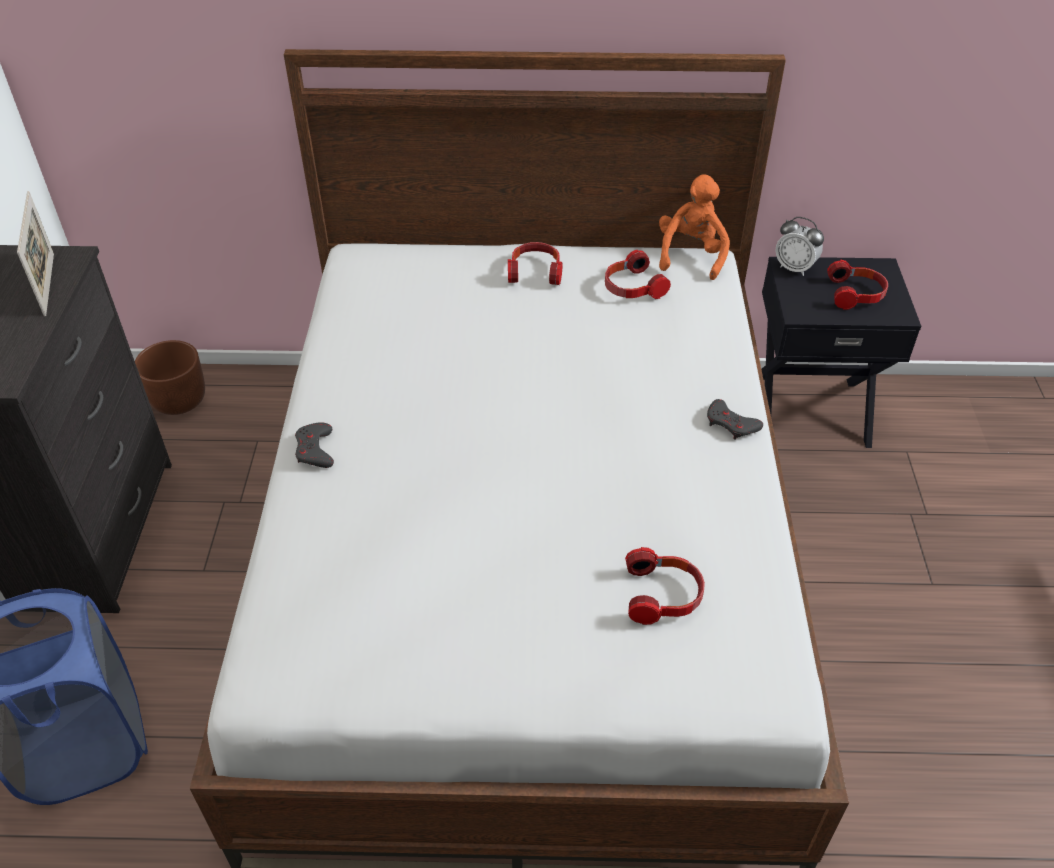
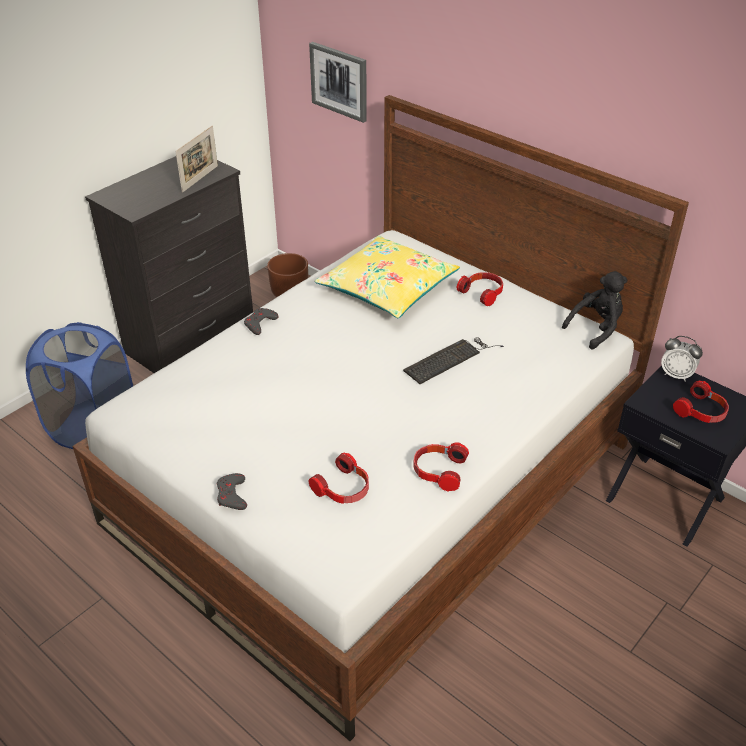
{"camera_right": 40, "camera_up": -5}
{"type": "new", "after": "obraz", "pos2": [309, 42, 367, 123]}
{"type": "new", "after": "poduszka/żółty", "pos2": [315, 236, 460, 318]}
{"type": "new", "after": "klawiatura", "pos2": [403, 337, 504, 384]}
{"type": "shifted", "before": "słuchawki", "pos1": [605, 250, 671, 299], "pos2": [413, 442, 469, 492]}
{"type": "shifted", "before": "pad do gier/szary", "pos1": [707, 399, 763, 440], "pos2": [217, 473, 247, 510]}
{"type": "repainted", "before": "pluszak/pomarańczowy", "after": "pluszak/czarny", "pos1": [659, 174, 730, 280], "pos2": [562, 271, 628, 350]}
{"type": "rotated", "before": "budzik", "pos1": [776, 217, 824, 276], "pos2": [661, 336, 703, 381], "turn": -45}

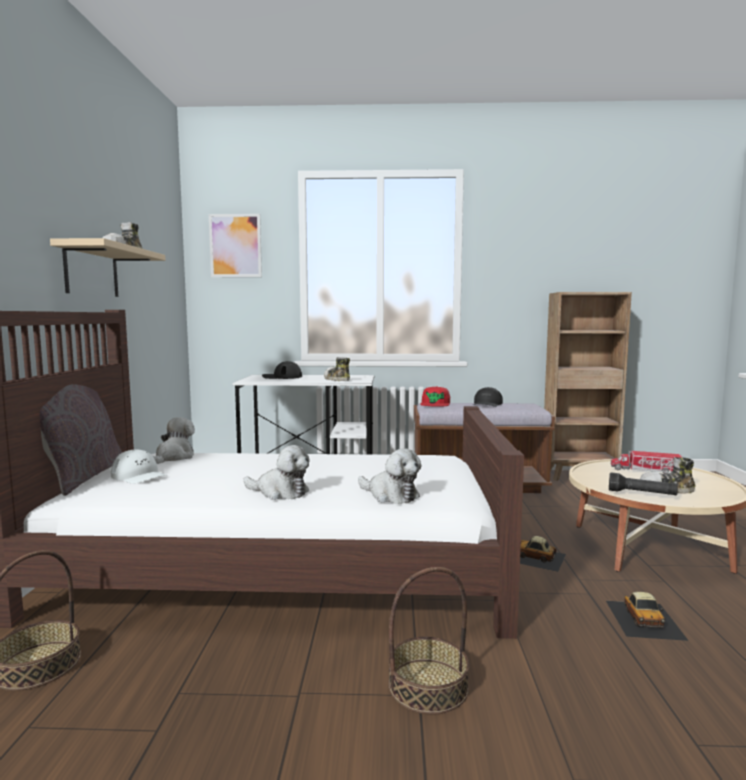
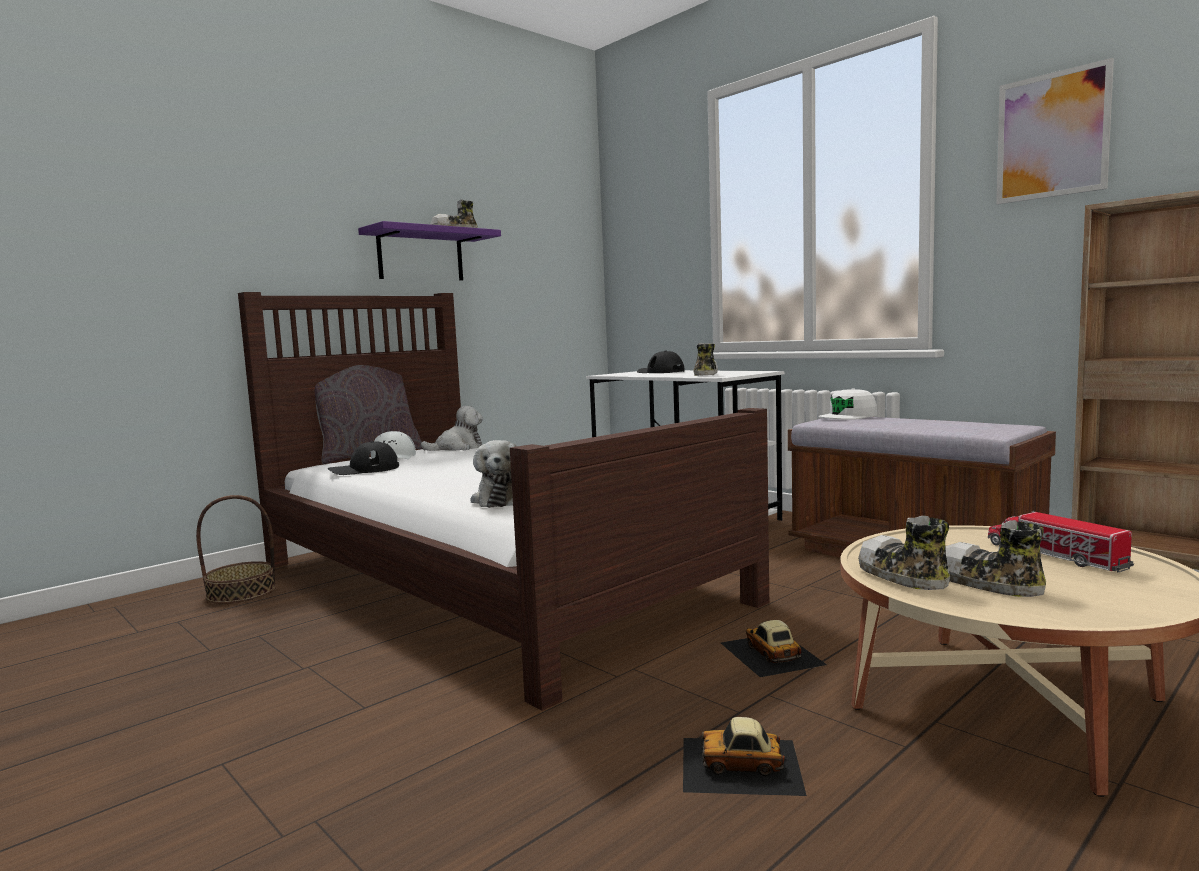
{"camera_right": 45, "camera_up": 0}
{"type": "gone", "before": "pluszak", "pos1": [243, 445, 310, 500]}
{"type": "gone", "before": "koszyk", "pos1": [388, 567, 469, 715]}
{"type": "shifted", "before": "obraz", "pos1": [209, 214, 262, 277], "pos2": [996, 58, 1114, 205]}
{"type": "shifted", "before": "czapka z daszkiem/czarny", "pos1": [473, 387, 503, 407], "pos2": [328, 441, 399, 475]}
{"type": "swapped", "before": "latarka/czarny", "after": "but", "pos1": [609, 472, 678, 495], "pos2": [858, 516, 950, 590]}
{"type": "repainted", "before": "półka/beżowy", "after": "półka/fioletowy", "pos1": [50, 238, 165, 297], "pos2": [358, 221, 501, 281]}
{"type": "repainted", "before": "czapka z daszkiem/czerwony", "after": "czapka z daszkiem/biały", "pos1": [420, 386, 450, 407], "pos2": [819, 388, 877, 420]}
{"type": "rotated", "before": "samochodzik", "pos1": [606, 592, 689, 641], "pos2": [683, 717, 807, 796], "turn": 45}

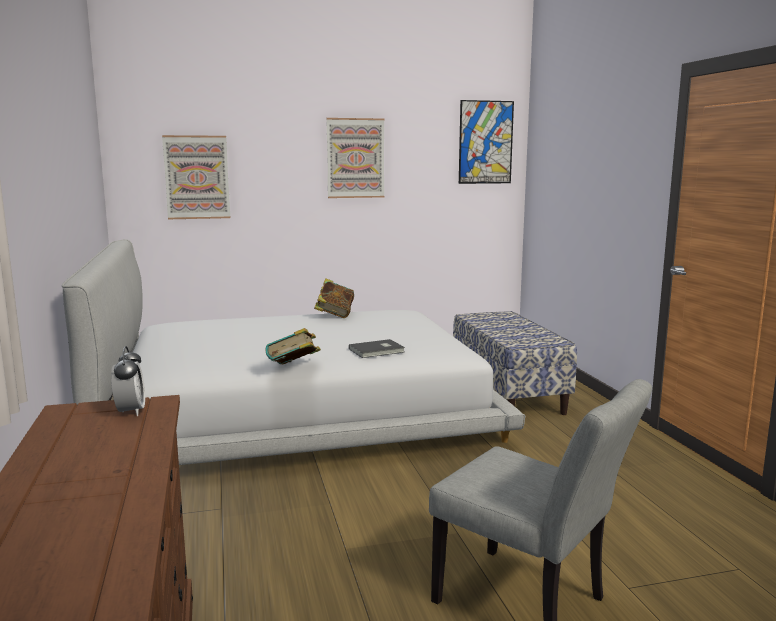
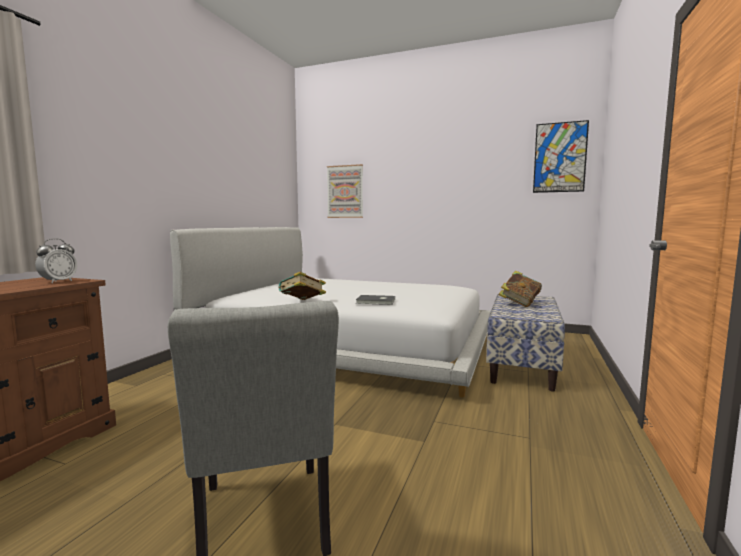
{"camera_right": 35, "camera_up": -5}
{"type": "gone", "before": "obraz", "pos1": [326, 118, 384, 198]}
{"type": "shifted", "before": "książka", "pos1": [314, 278, 354, 318], "pos2": [499, 270, 542, 307]}

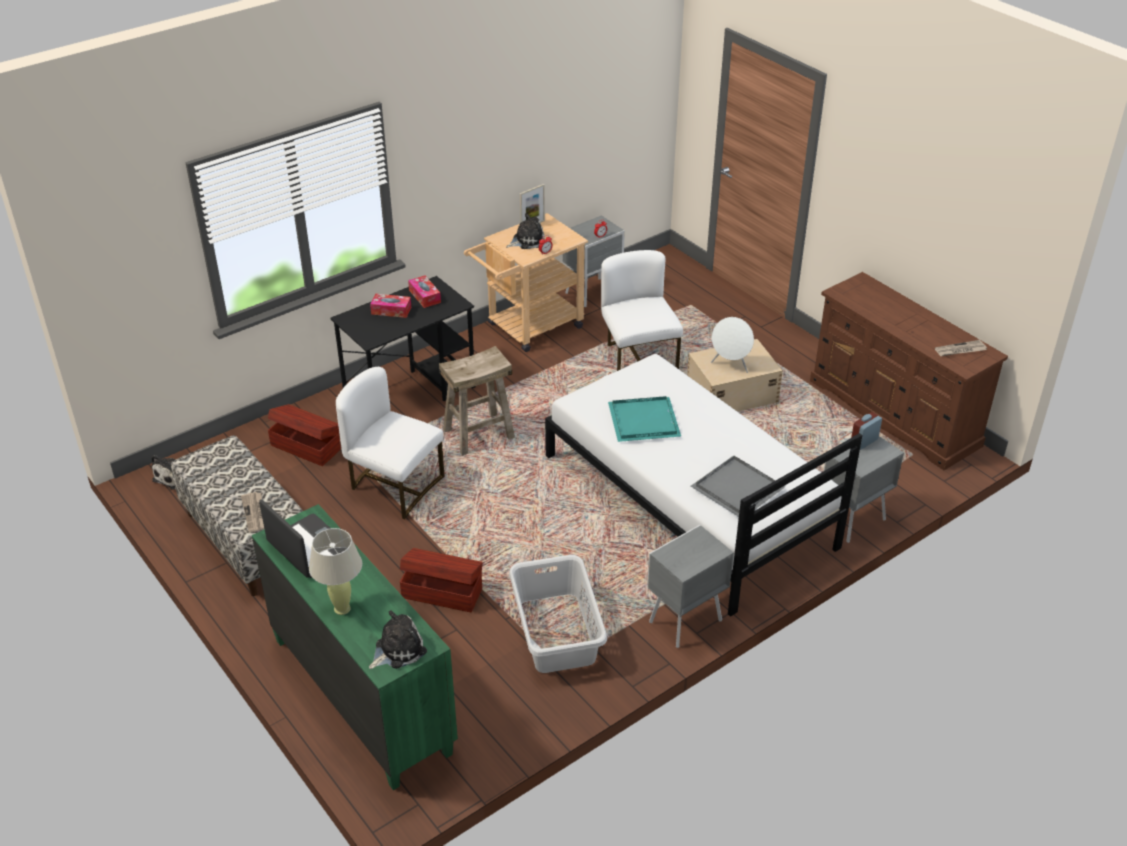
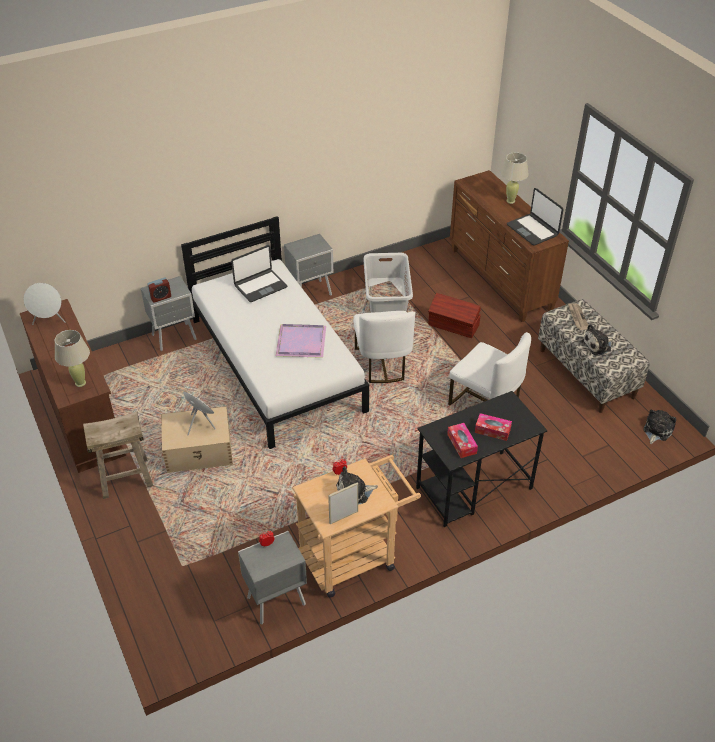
{"camera_right": -170, "camera_up": 5}
{"type": "gone", "before": "pojemnik do przechowywania/brązowy", "pos1": [268, 404, 341, 466]}
{"type": "new", "after": "lampa stołowa/beżowy", "pos2": [55, 330, 90, 387]}
{"type": "shifted", "before": "pluszak", "pos1": [369, 610, 427, 669], "pos2": [581, 324, 613, 356]}
{"type": "shifted", "before": "stołek/beżowy", "pos1": [439, 346, 515, 456], "pos2": [83, 412, 153, 499]}
{"type": "shifted", "before": "krzesło/biały", "pos1": [601, 250, 683, 371], "pos2": [353, 311, 415, 383]}
{"type": "swapped", "before": "taca/szary", "after": "laptop", "pos1": [691, 455, 785, 517], "pos2": [231, 245, 287, 302]}
{"type": "swapped", "before": "gazeta", "after": "głośnik/biały", "pos1": [935, 340, 987, 356], "pos2": [24, 283, 66, 325]}
{"type": "repainted", "before": "komoda/zielony", "after": "komoda/brązowy", "pos1": [252, 504, 458, 790], "pos2": [450, 170, 569, 322]}
{"type": "repainted", "before": "taca/turkusowy", "after": "taca/fioletowy", "pos1": [608, 396, 681, 442], "pos2": [276, 324, 326, 358]}

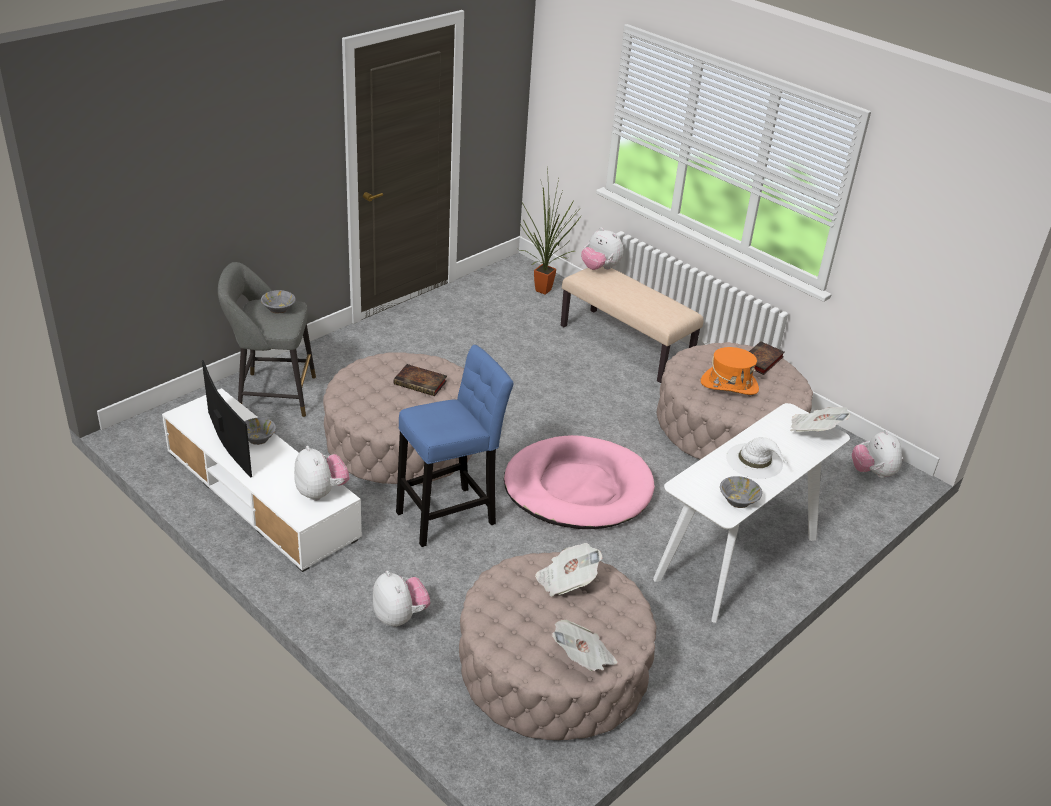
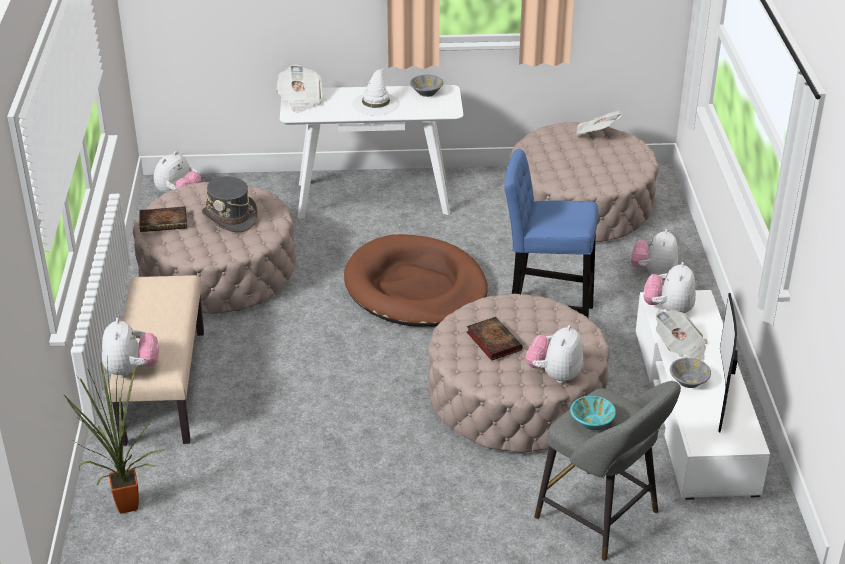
{"camera_right": -135, "camera_up": 0}
{"type": "new", "after": "pluszak", "pos2": [526, 325, 583, 383]}
{"type": "shifted", "before": "gazeta", "pos1": [535, 543, 603, 597], "pos2": [656, 310, 707, 362]}
{"type": "repainted", "before": "miska/szary", "after": "miska/turkusowy", "pos1": [261, 290, 296, 314], "pos2": [570, 396, 616, 430]}
{"type": "repainted", "before": "legowisko/różowy", "after": "legowisko/brązowy", "pos1": [504, 435, 655, 529], "pos2": [344, 234, 488, 327]}
{"type": "repainted", "before": "kapelusz/pomarańczowy", "after": "kapelusz/szary", "pos1": [701, 347, 759, 395], "pos2": [202, 176, 258, 232]}

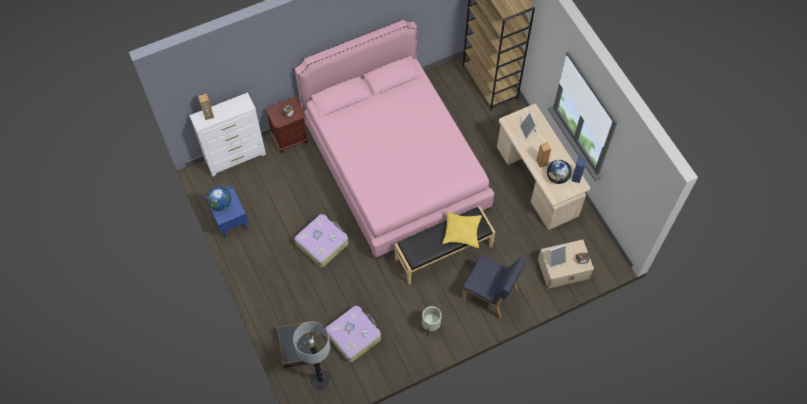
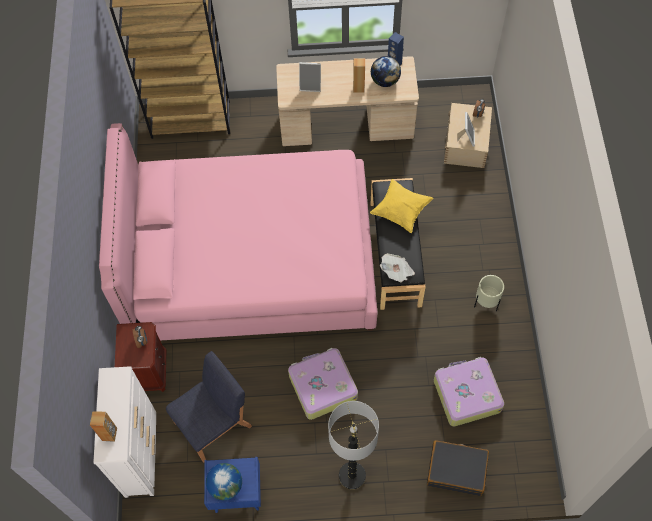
{"camera_right": -65, "camera_up": 0}
{"type": "new", "after": "gazeta", "pos2": [380, 253, 415, 282]}
{"type": "shifted", "before": "lampa stojąca", "pos1": [293, 322, 331, 390], "pos2": [328, 401, 379, 489]}
{"type": "shifted", "before": "krzesło/niebieski", "pos1": [462, 255, 526, 319], "pos2": [166, 351, 252, 463]}

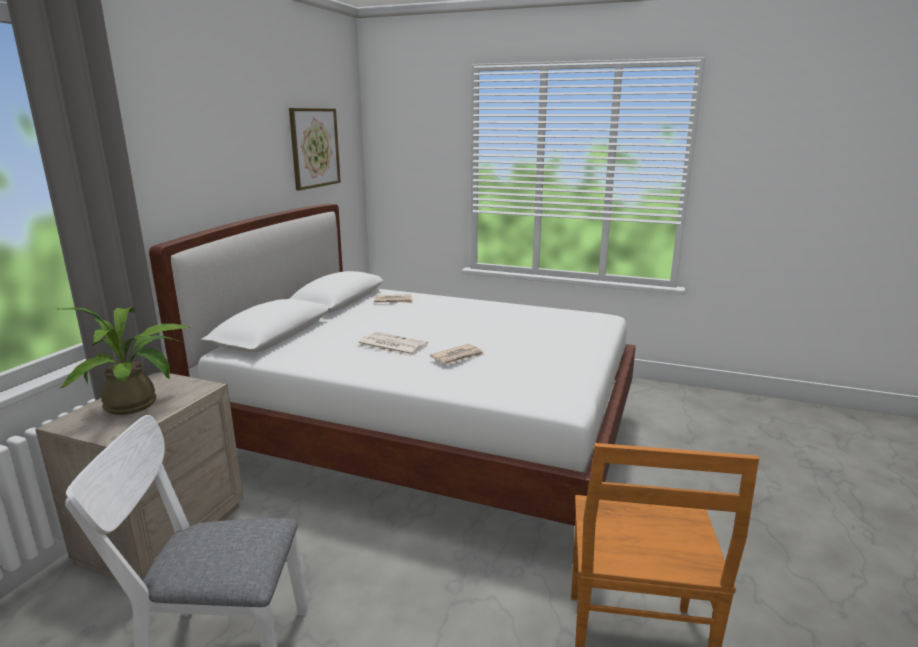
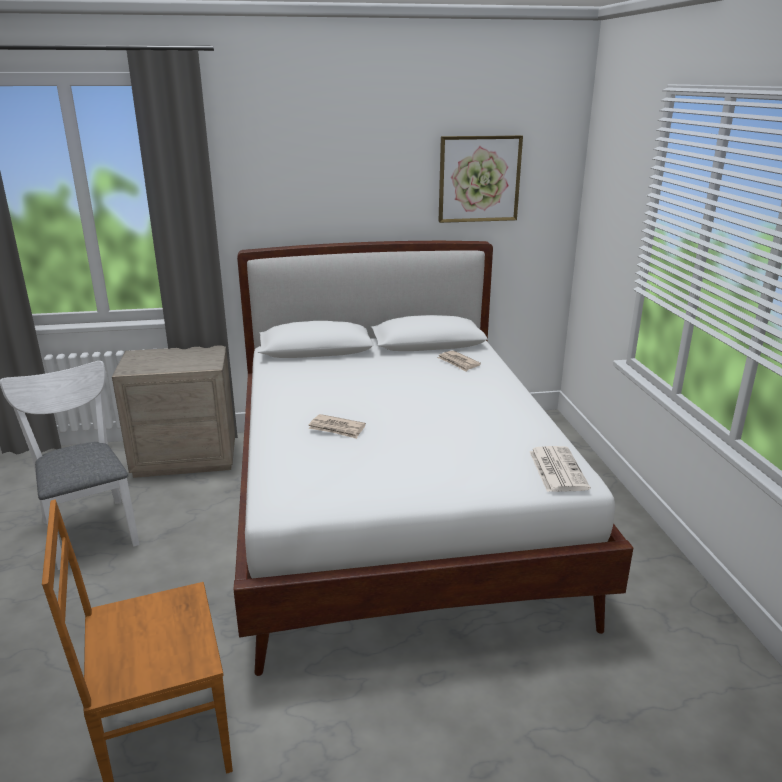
{"camera_right": 60, "camera_up": 5}
{"type": "gone", "before": "roślina doniczkowa", "pos1": [58, 307, 190, 415]}
{"type": "shifted", "before": "gazeta", "pos1": [357, 332, 428, 356], "pos2": [529, 446, 590, 492]}

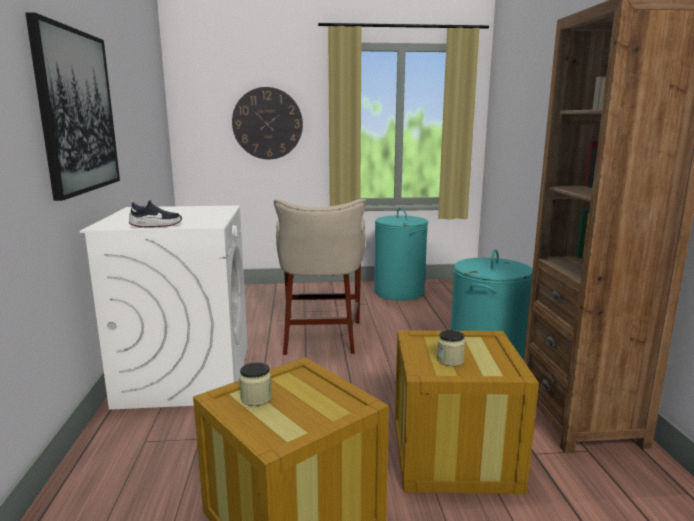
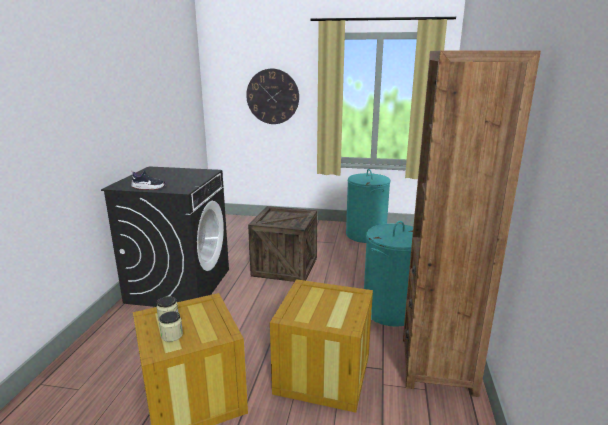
{"camera_right": 15, "camera_up": 5}
{"type": "gone", "before": "obraz", "pos1": [25, 12, 120, 201]}
{"type": "shifted", "before": "słoik", "pos1": [437, 330, 465, 366], "pos2": [159, 311, 183, 342]}
{"type": "swapped", "before": "stołek/beżowy", "after": "skrzynka", "pos1": [274, 199, 366, 355], "pos2": [248, 206, 317, 282]}
{"type": "repainted", "before": "pralka/biały", "after": "pralka/czarny", "pos1": [80, 206, 248, 410], "pos2": [101, 166, 229, 307]}

